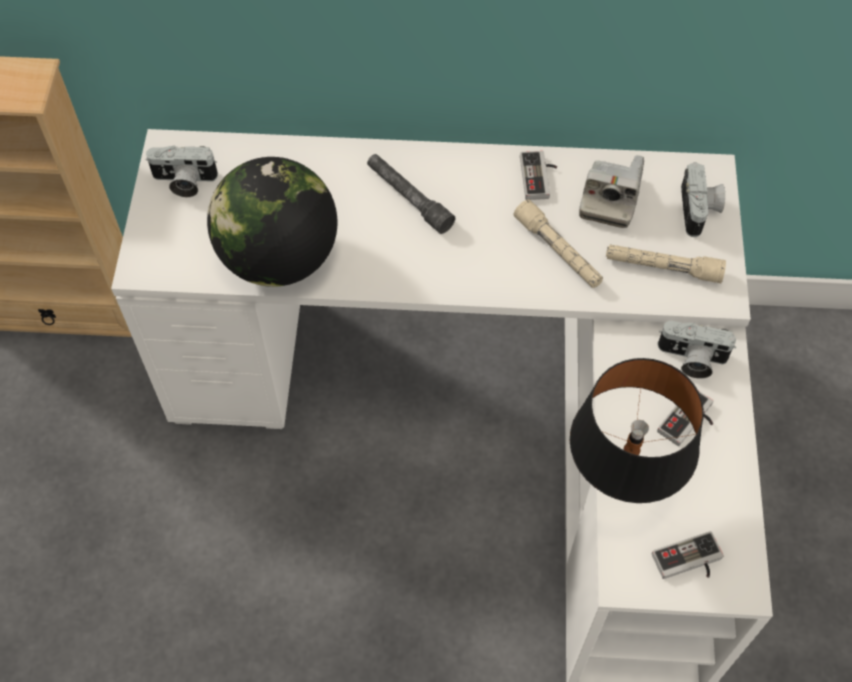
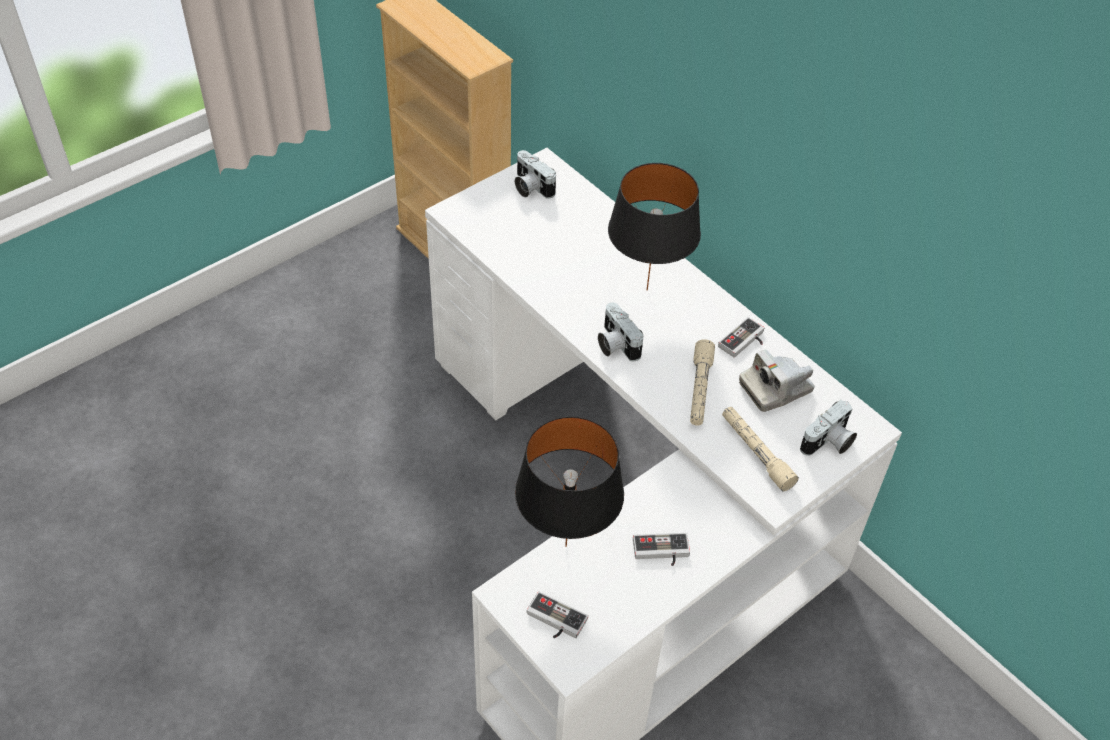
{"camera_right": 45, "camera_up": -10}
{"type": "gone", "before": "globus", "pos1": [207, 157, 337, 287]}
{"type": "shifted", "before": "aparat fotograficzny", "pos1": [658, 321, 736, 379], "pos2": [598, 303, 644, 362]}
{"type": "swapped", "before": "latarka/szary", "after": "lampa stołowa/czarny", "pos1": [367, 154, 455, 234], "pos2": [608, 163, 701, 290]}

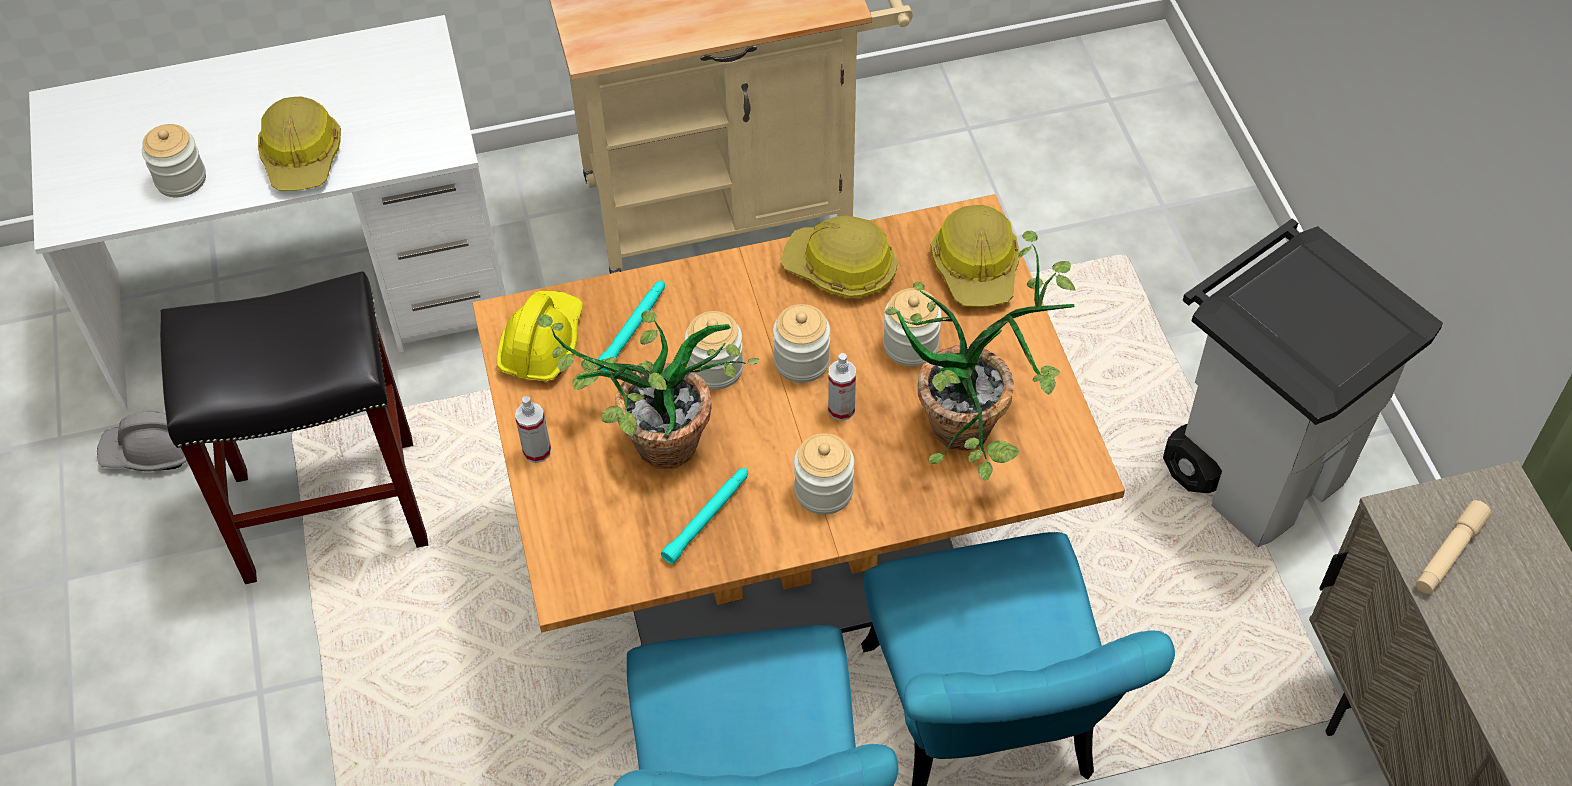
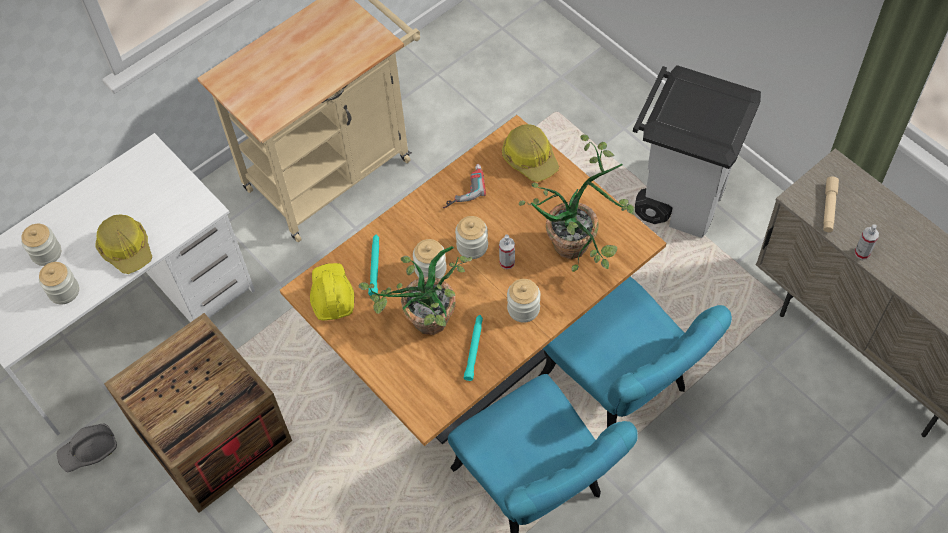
{"camera_right": -25, "camera_up": 5}
{"type": "shifted", "before": "spryskiwacz", "pos1": [515, 396, 551, 463], "pos2": [855, 224, 879, 260]}
{"type": "shifted", "before": "słoik", "pos1": [883, 288, 942, 367], "pos2": [21, 224, 61, 266]}
{"type": "swapped", "before": "stołek/czarny", "after": "skrzynka", "pos1": [160, 271, 428, 584], "pos2": [104, 313, 292, 513]}
{"type": "swapped", "before": "kask", "after": "wiertarka", "pos1": [781, 216, 897, 298], "pos2": [443, 164, 486, 208]}

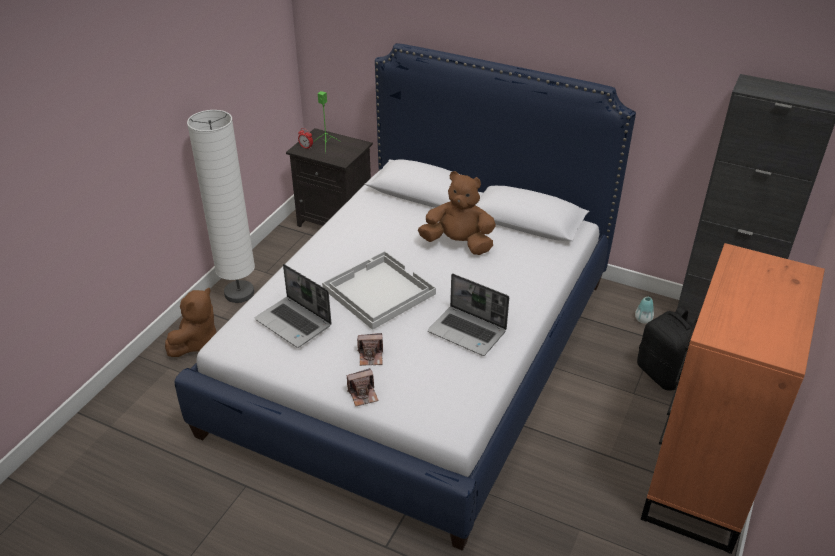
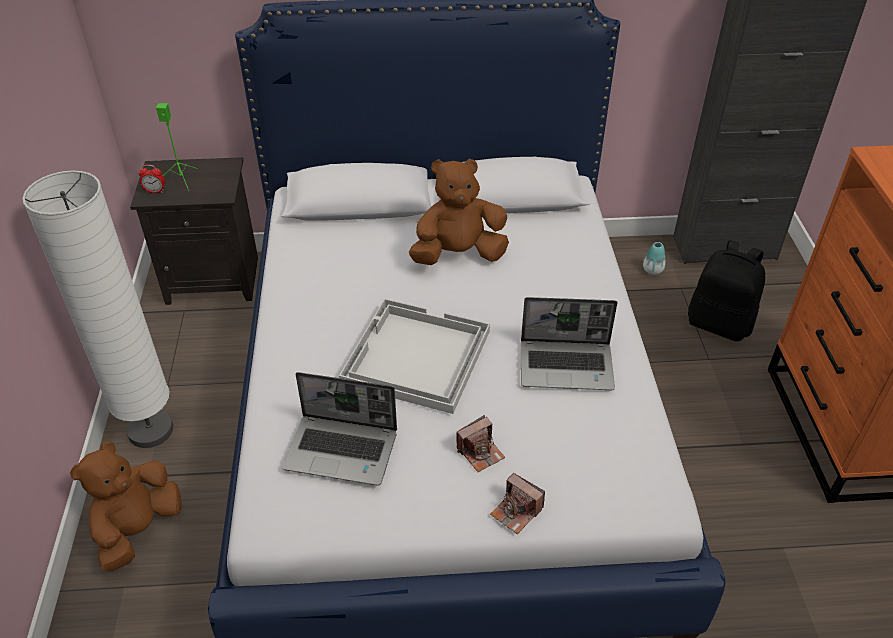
{"camera_right": -30, "camera_up": 5}
{"type": "rotated", "before": "pluszak/brązowy", "pos1": [165, 288, 217, 357], "pos2": [70, 441, 181, 572], "turn": -150}
{"type": "rotated", "before": "aparat fotograficzny", "pos1": [347, 368, 379, 406], "pos2": [490, 473, 545, 534], "turn": 90}

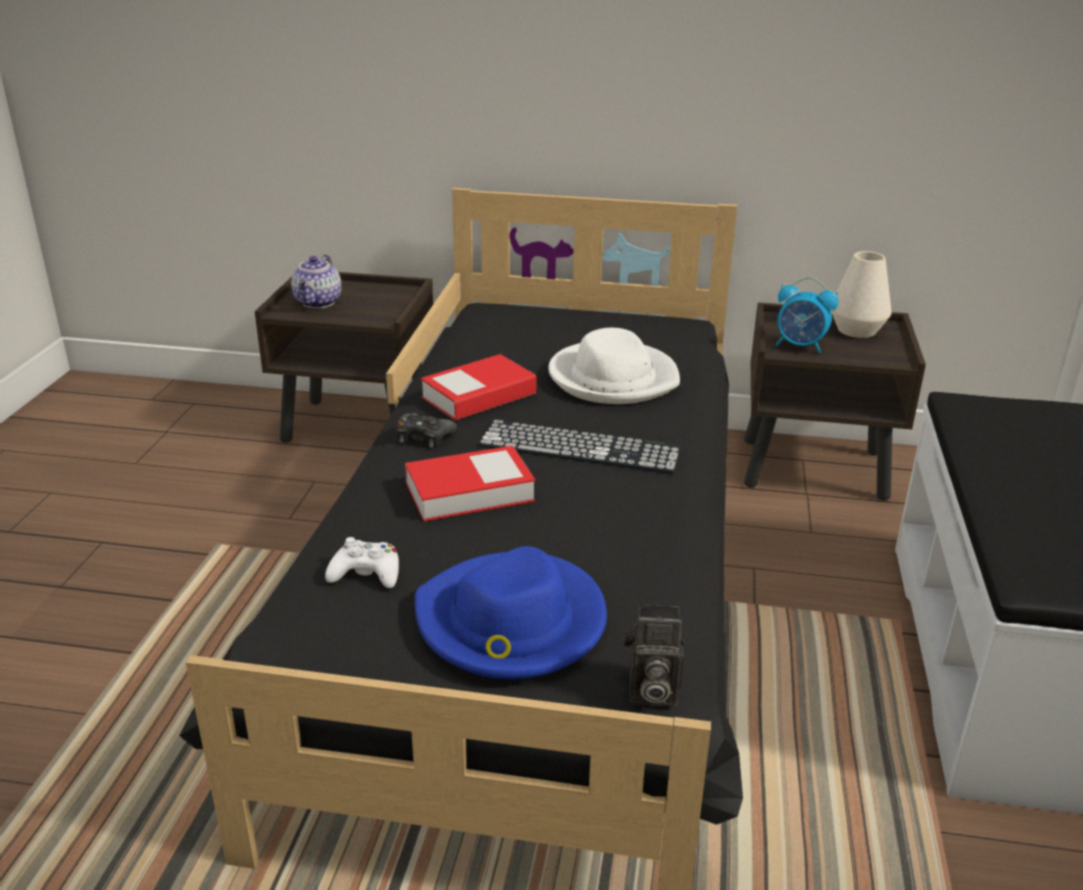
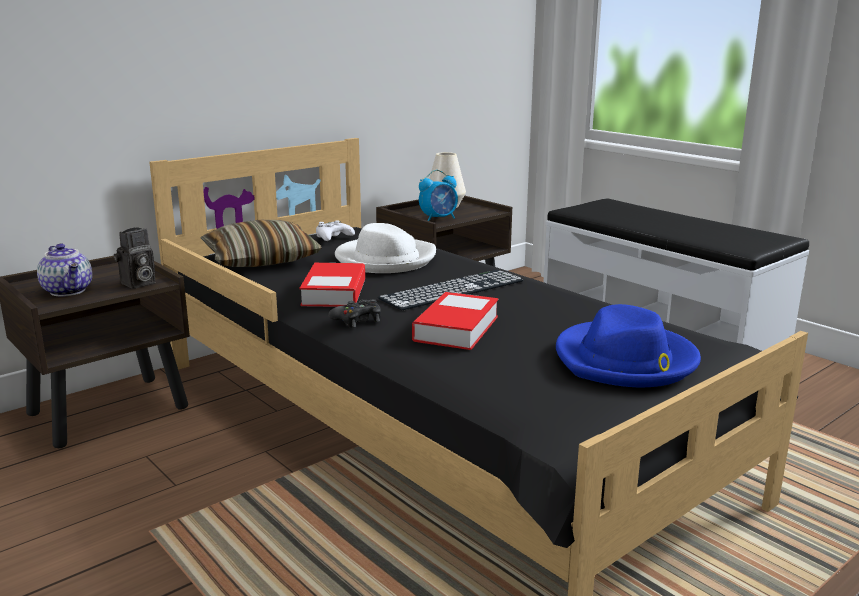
{"camera_right": -50, "camera_up": -10}
{"type": "new", "after": "poduszka", "pos2": [201, 220, 322, 267]}
{"type": "shifted", "before": "pad do gier/biały", "pos1": [325, 537, 399, 588], "pos2": [316, 221, 355, 241]}
{"type": "shifted", "before": "aparat fotograficzny", "pos1": [624, 604, 684, 706], "pos2": [113, 227, 156, 289]}

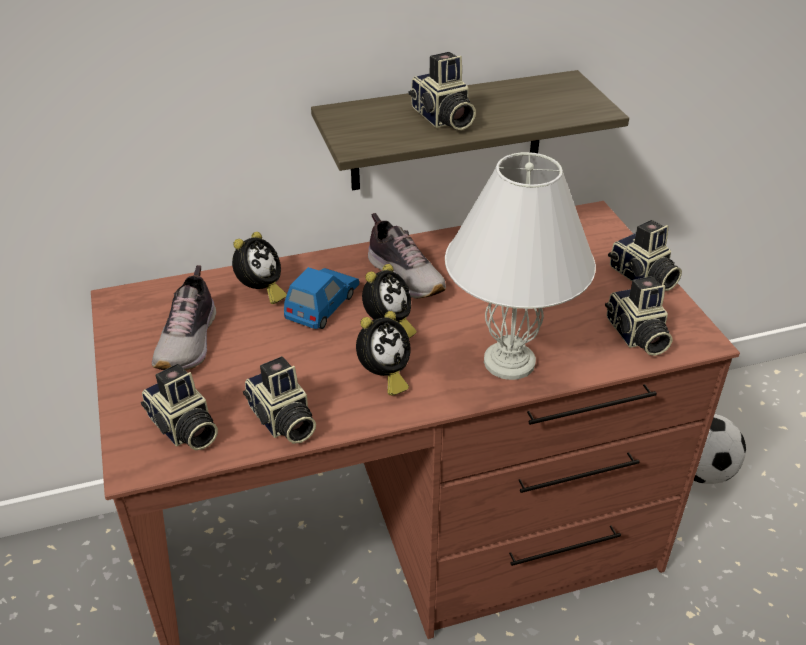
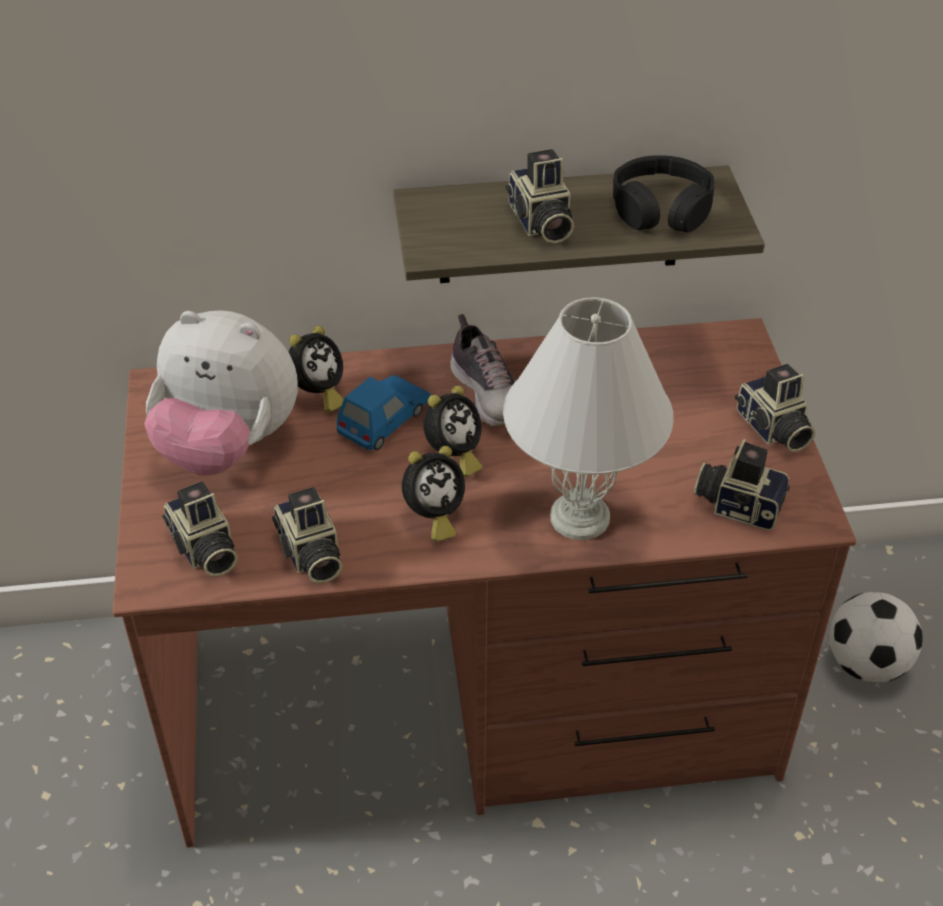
{"camera_right": 10, "camera_up": 5}
{"type": "new", "after": "słuchawki/czarny", "pos2": [613, 155, 715, 232]}
{"type": "swapped", "before": "but", "after": "pluszak", "pos1": [152, 265, 216, 371], "pos2": [144, 311, 298, 476]}
{"type": "rotated", "before": "aparat fotograficzny", "pos1": [605, 276, 672, 356], "pos2": [694, 439, 790, 530], "turn": 120}

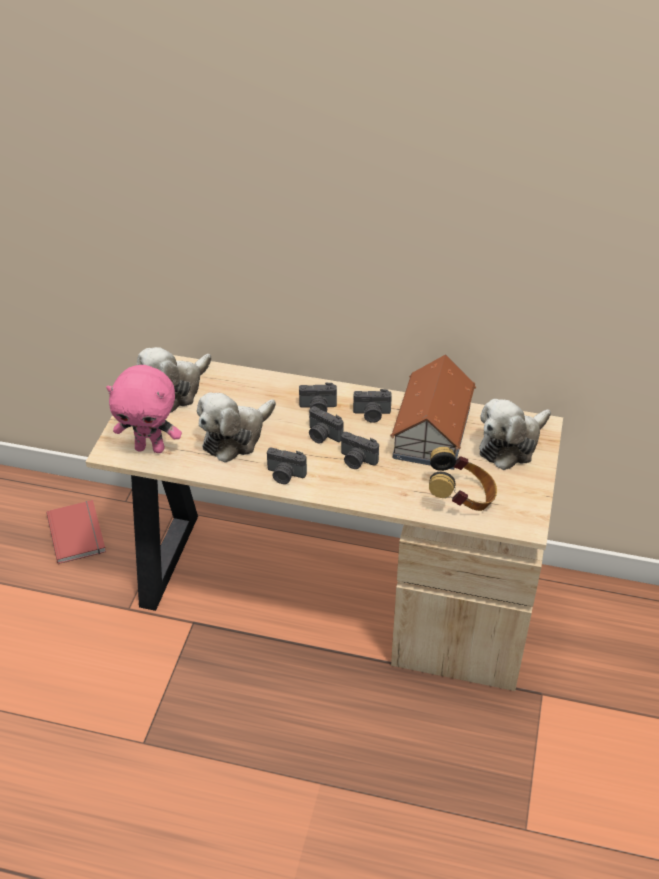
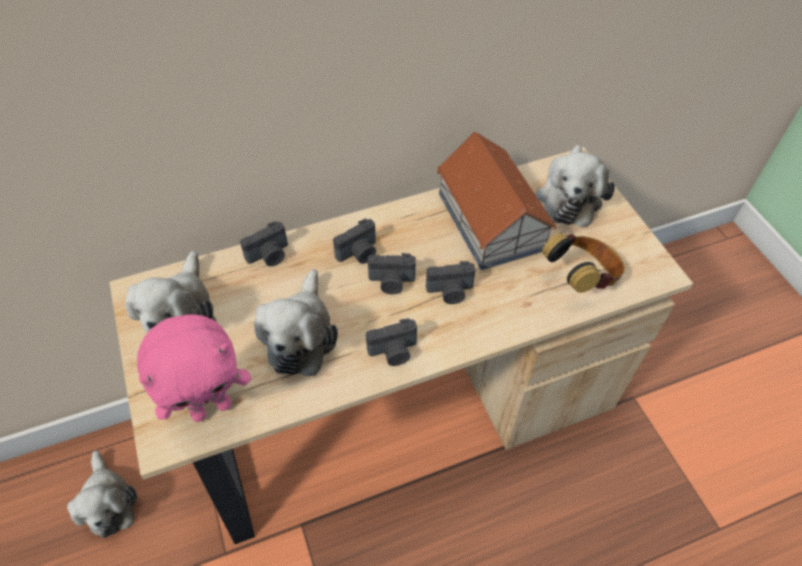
{"camera_right": -35, "camera_up": 10}
{"type": "shifted", "before": "aparat fotograficzny", "pos1": [353, 389, 392, 423], "pos2": [240, 221, 288, 266]}
{"type": "swapped", "before": "książka/czerwony", "after": "pluszak", "pos1": [46, 500, 106, 564], "pos2": [67, 450, 138, 538]}

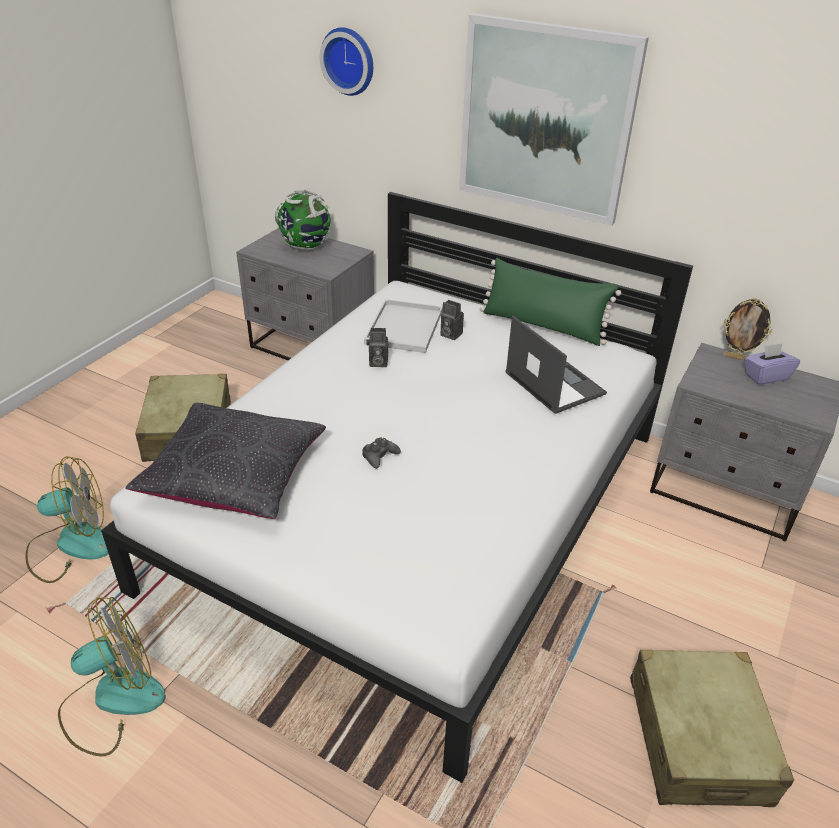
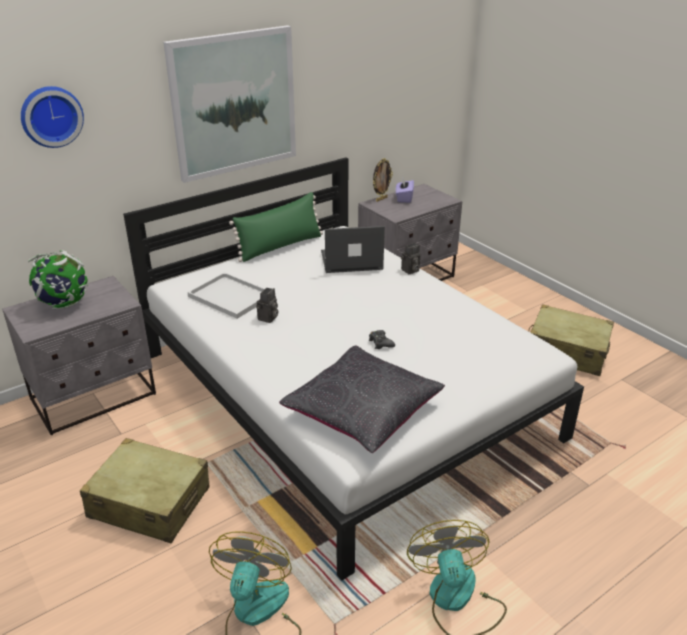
{"camera_right": -65, "camera_up": -5}
{"type": "shifted", "before": "aparat fotograficzny", "pos1": [441, 300, 464, 340], "pos2": [401, 243, 420, 274]}

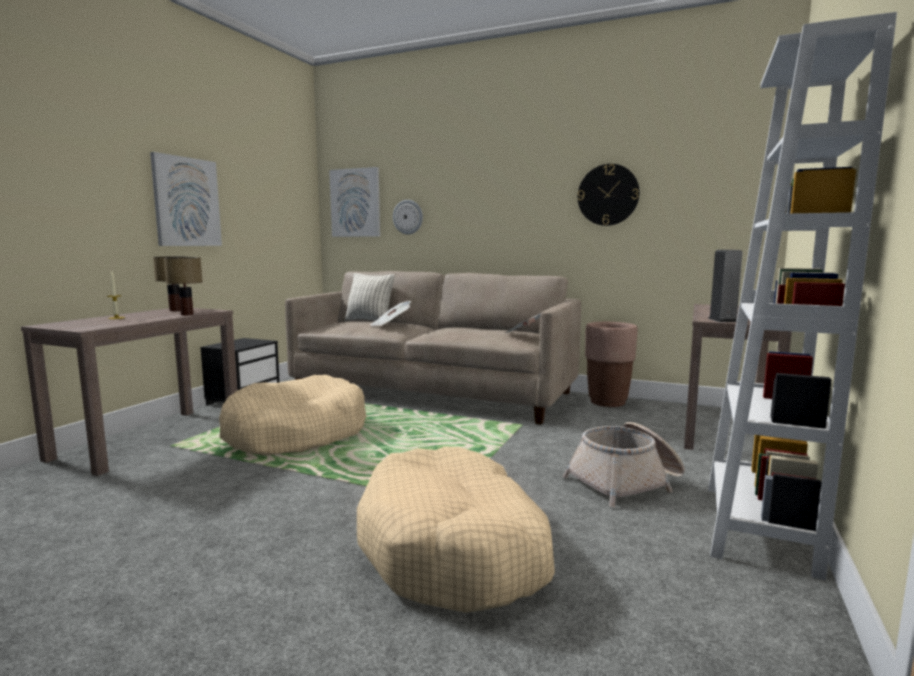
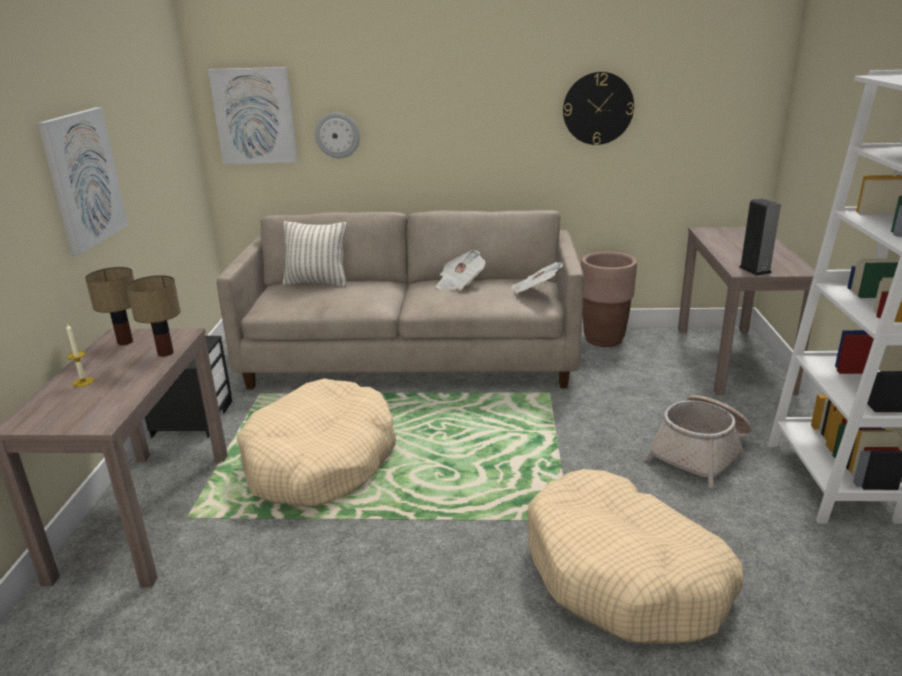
{"camera_right": -20, "camera_up": 15}
{"type": "shifted", "before": "gazeta", "pos1": [370, 301, 411, 326], "pos2": [436, 250, 485, 290]}

